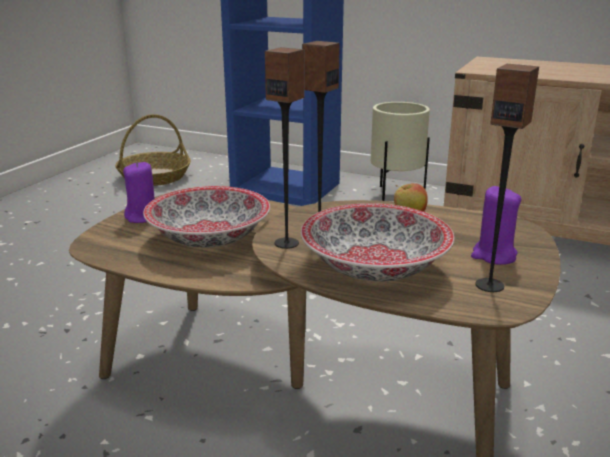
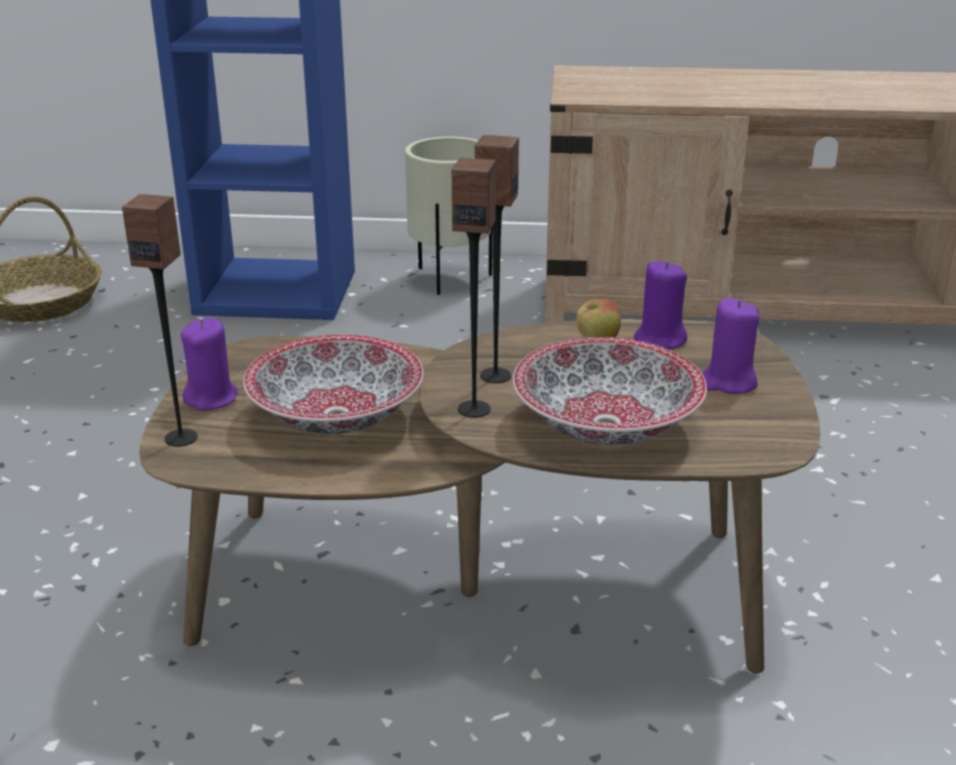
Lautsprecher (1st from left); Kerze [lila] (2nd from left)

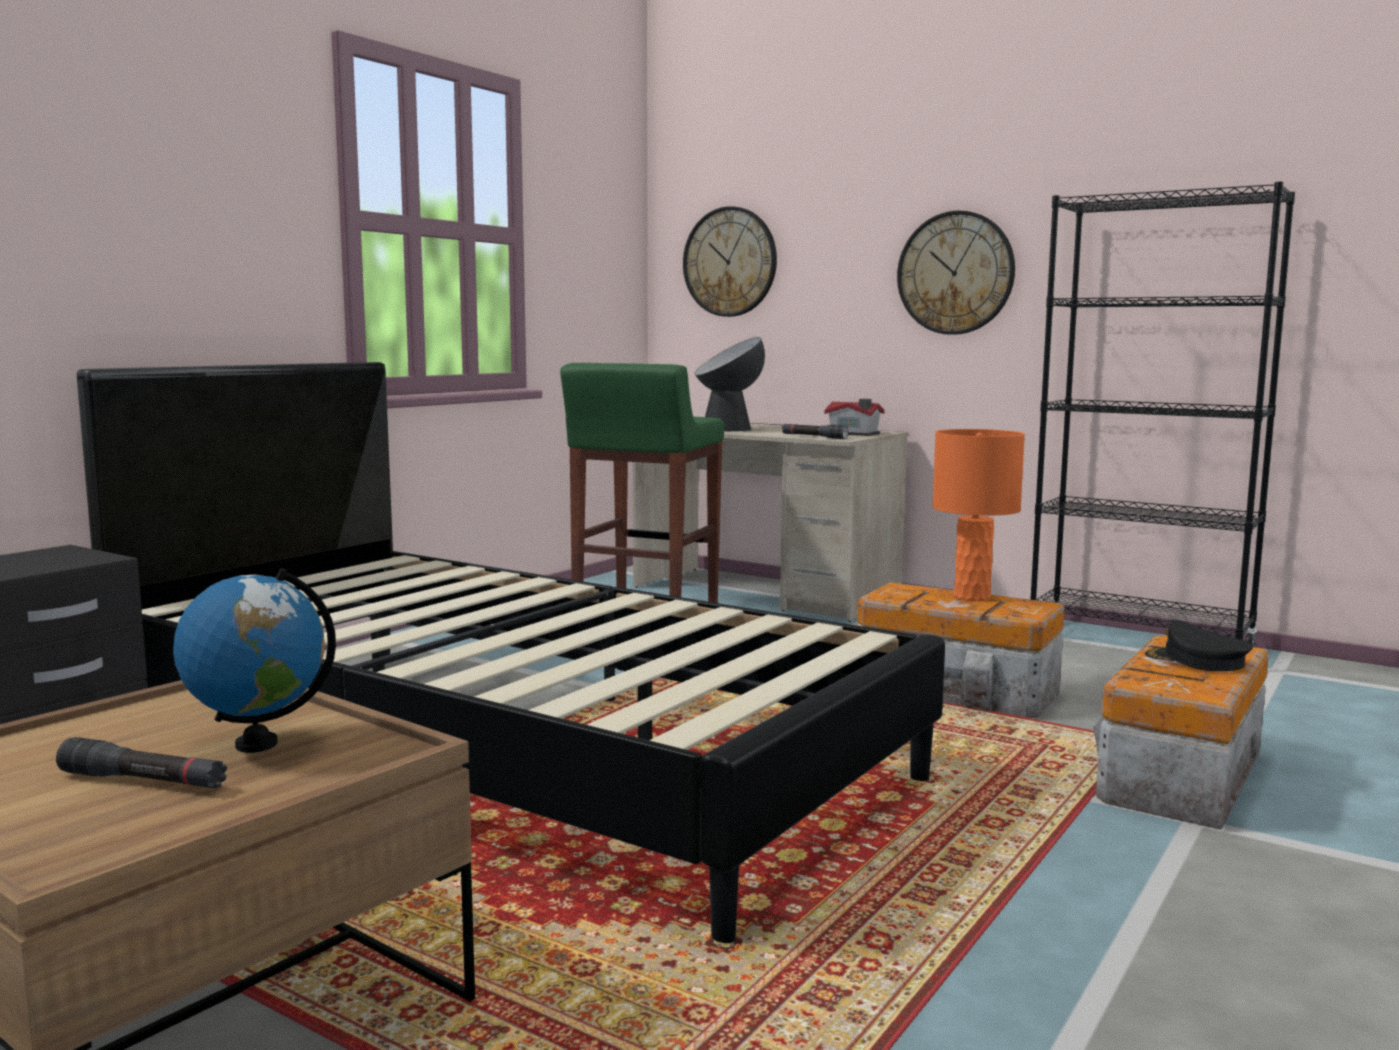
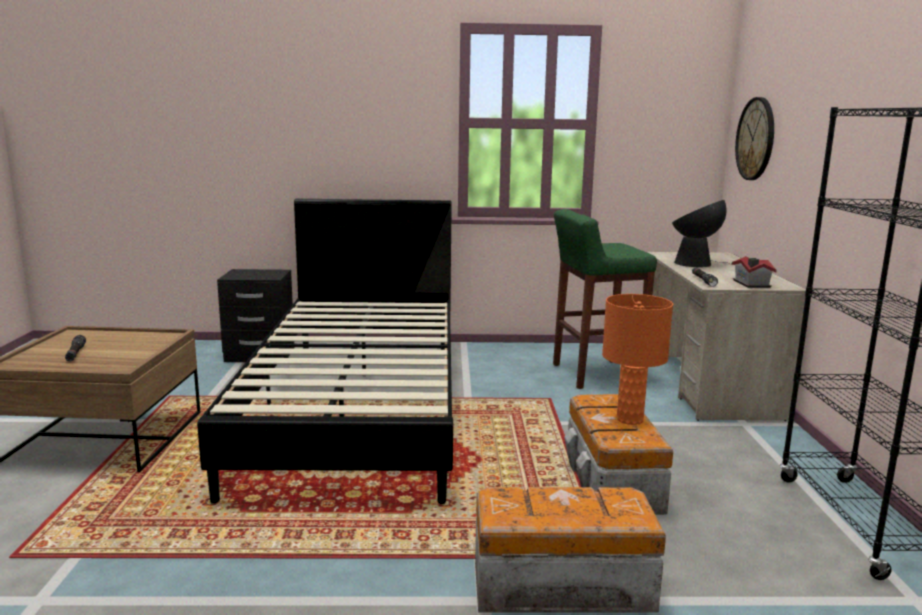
Globus; Wanduhr (2nd from left in the first image); Kappe [schwarz]

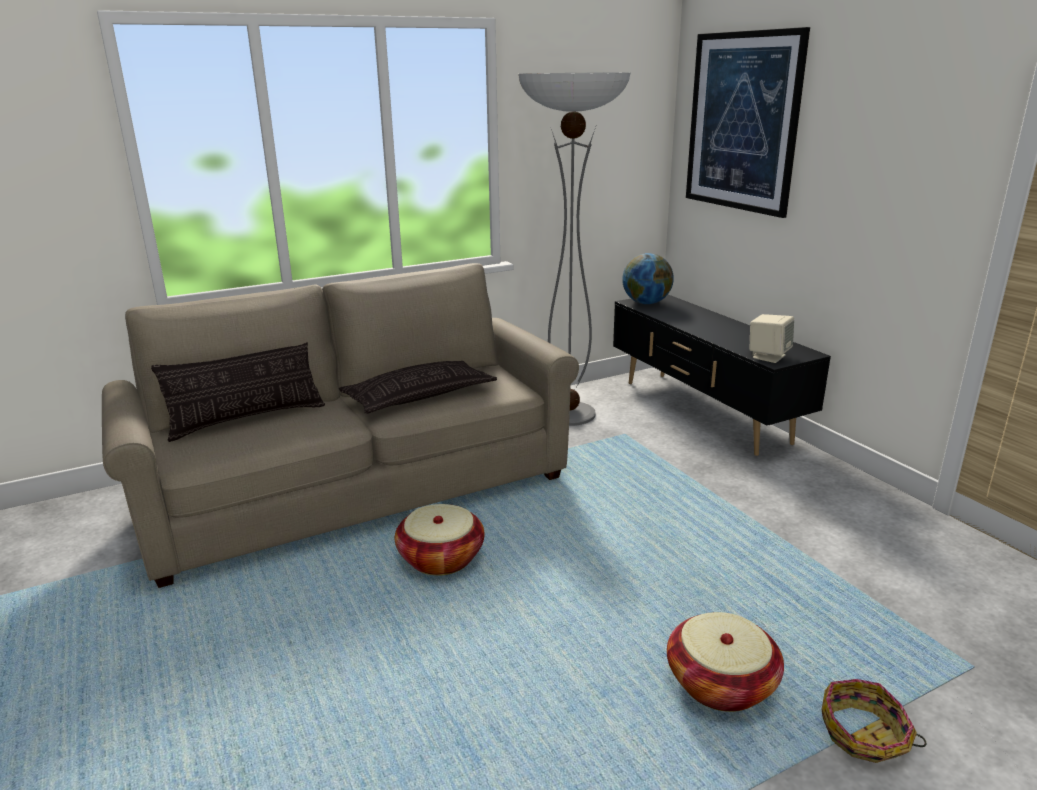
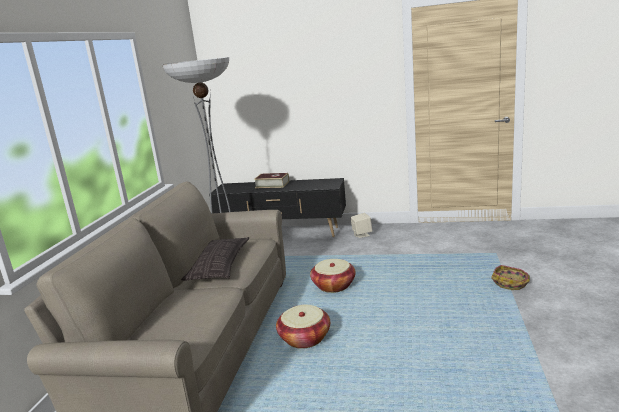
Kissen (1st from left in the first image); Globus; Korb (2nd from left); Bild; Lautsprecher [beige]; Buch

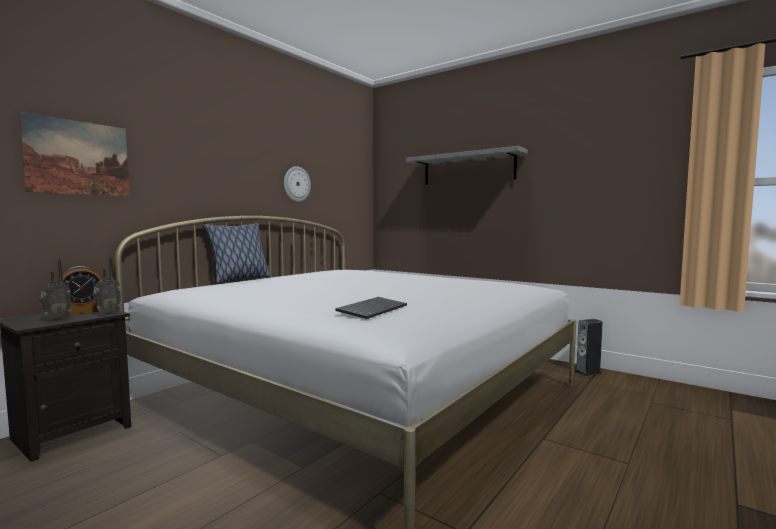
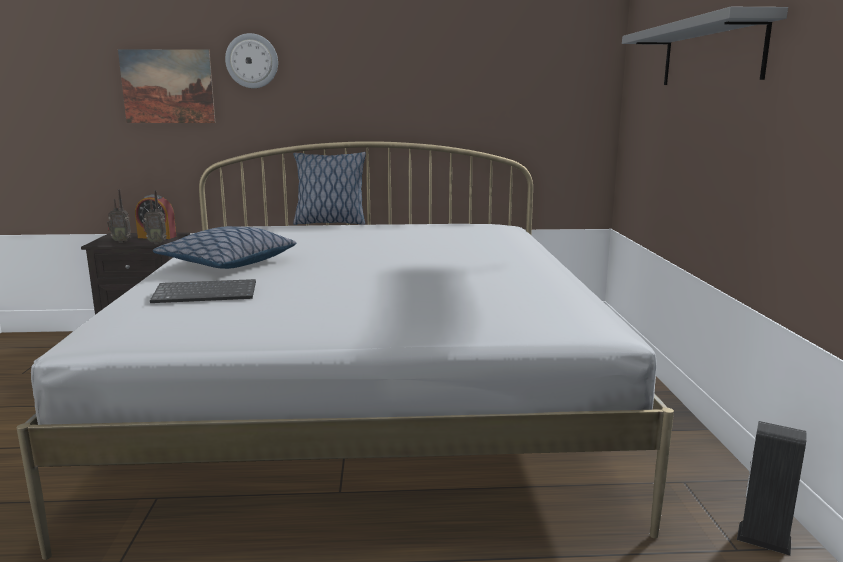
Wanduhr; Kissen (1st from left)

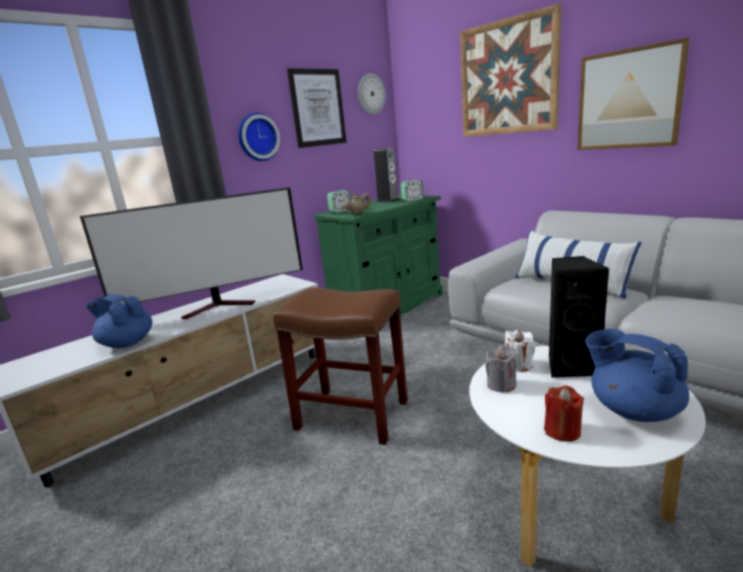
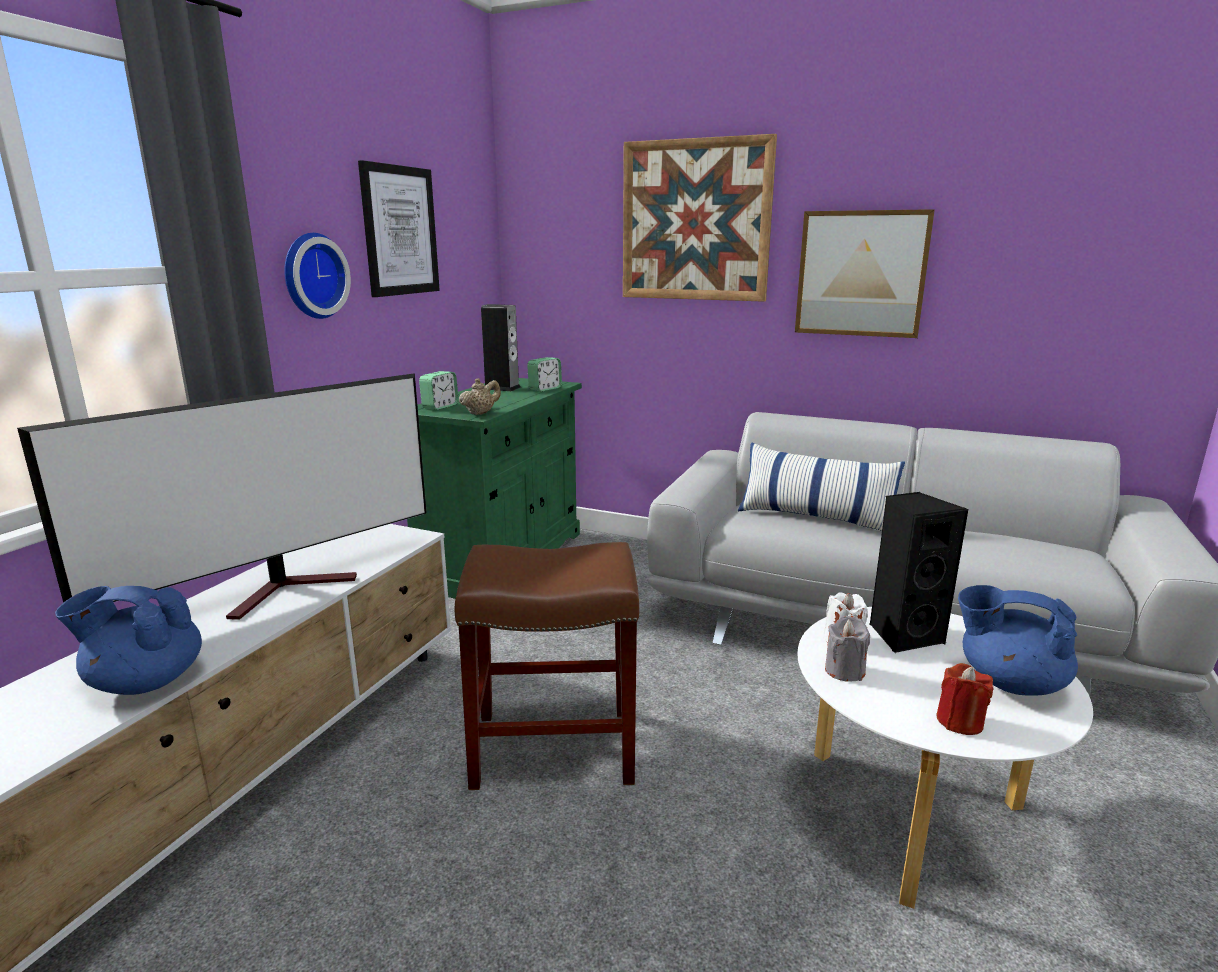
Wanduhr (2nd from left in the first image)

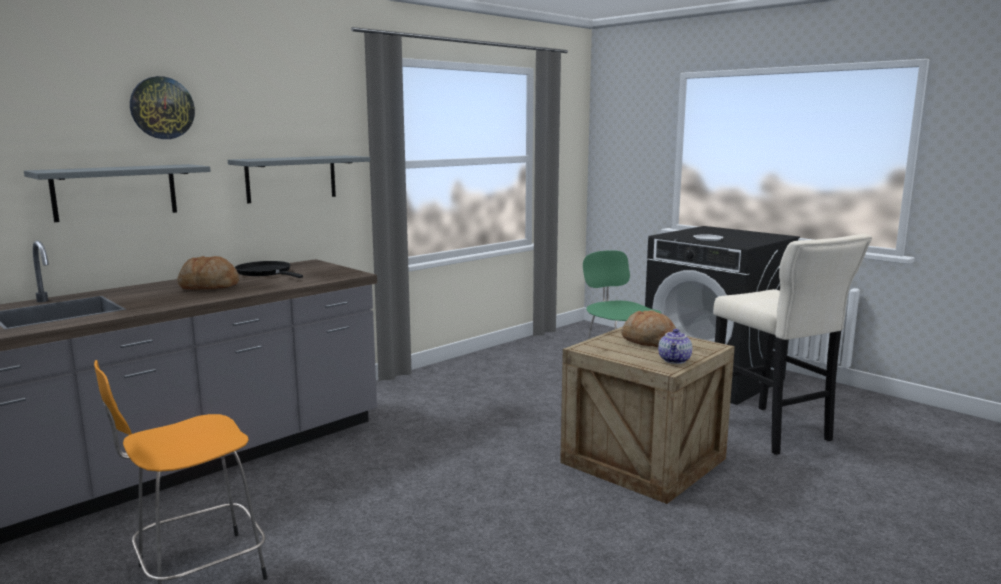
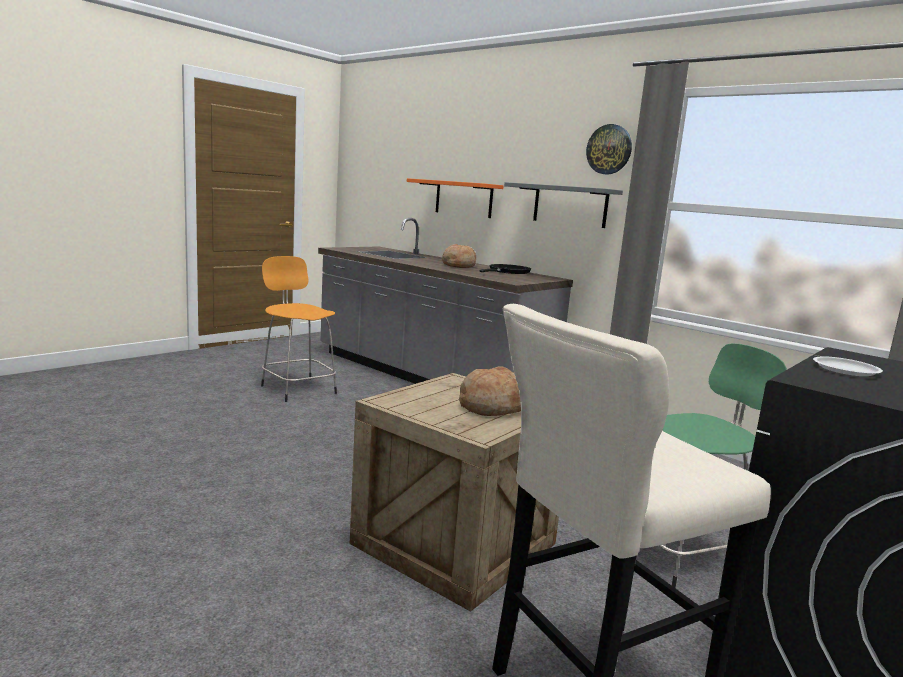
Wandregal [orange]; Wanduhr; Teekanne

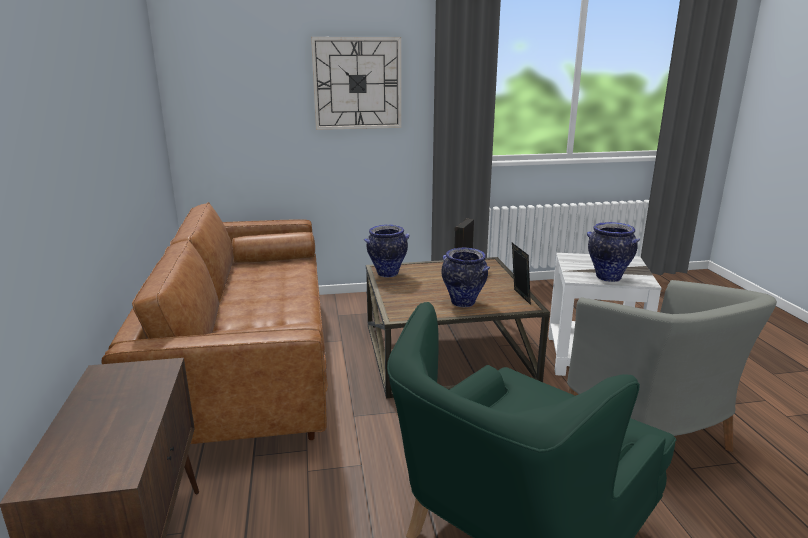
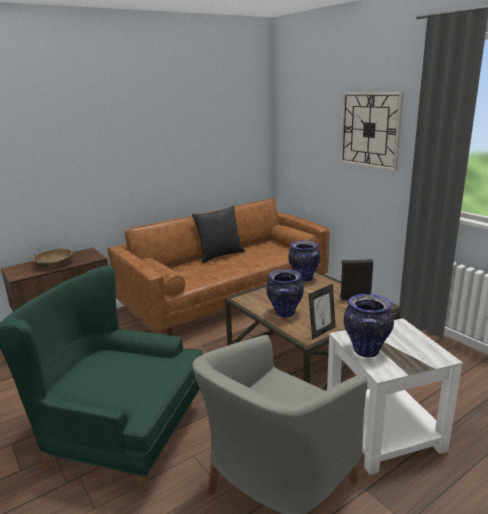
Schüssel [braun]; Kissen [schwarz]

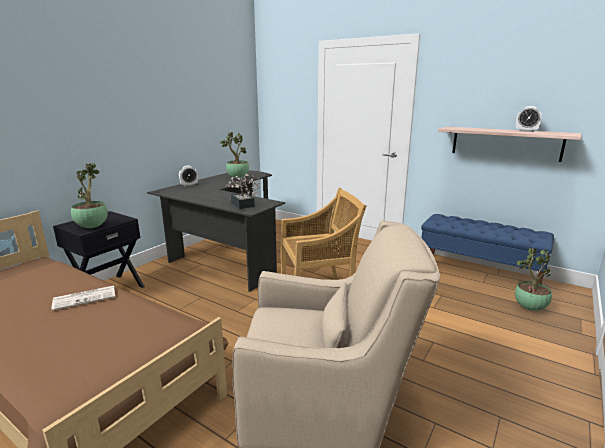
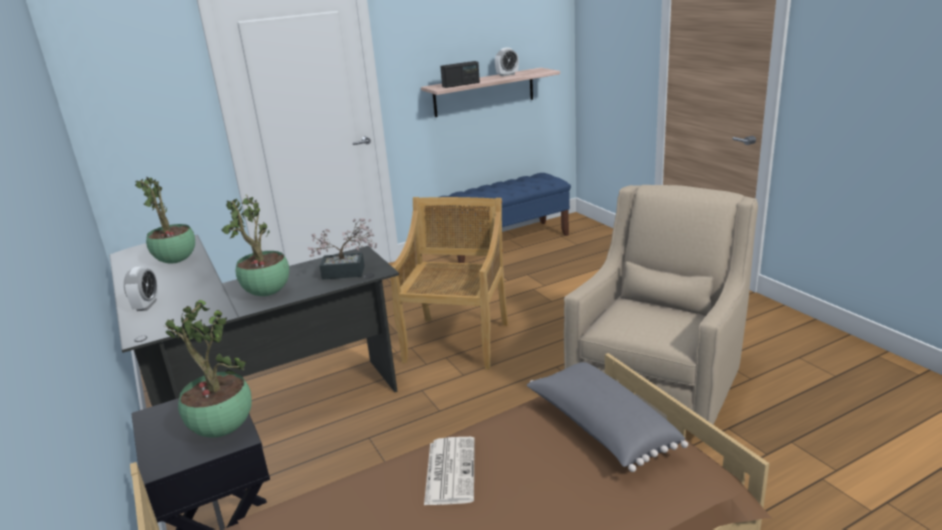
Topfpflanze (3rd from left); Radio; Kissen [grau]

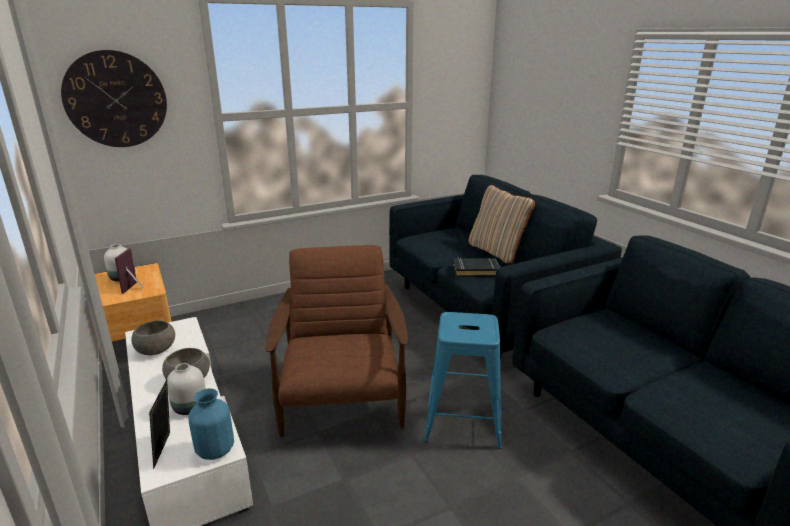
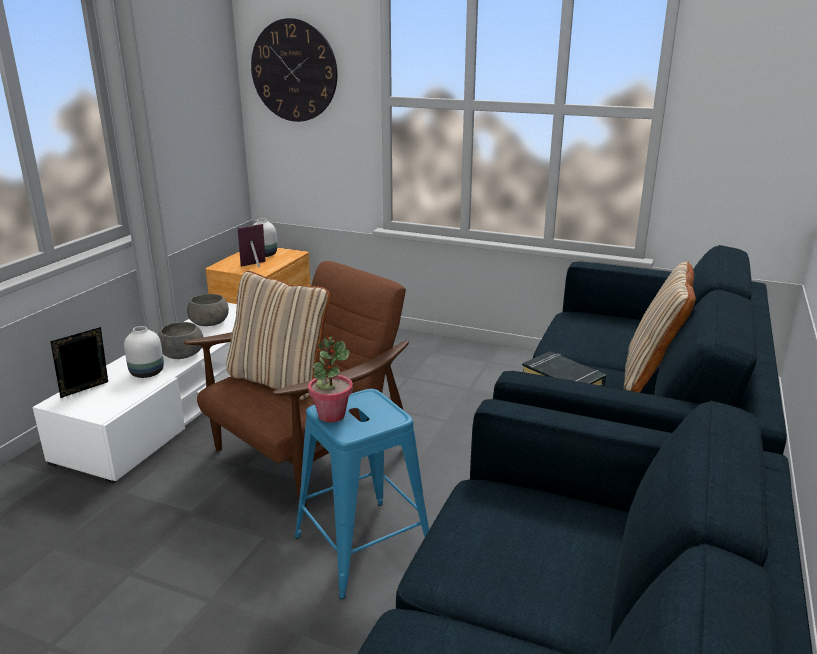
Vase [blau]; Kissen [beige] (1st from left); Topfpflanze

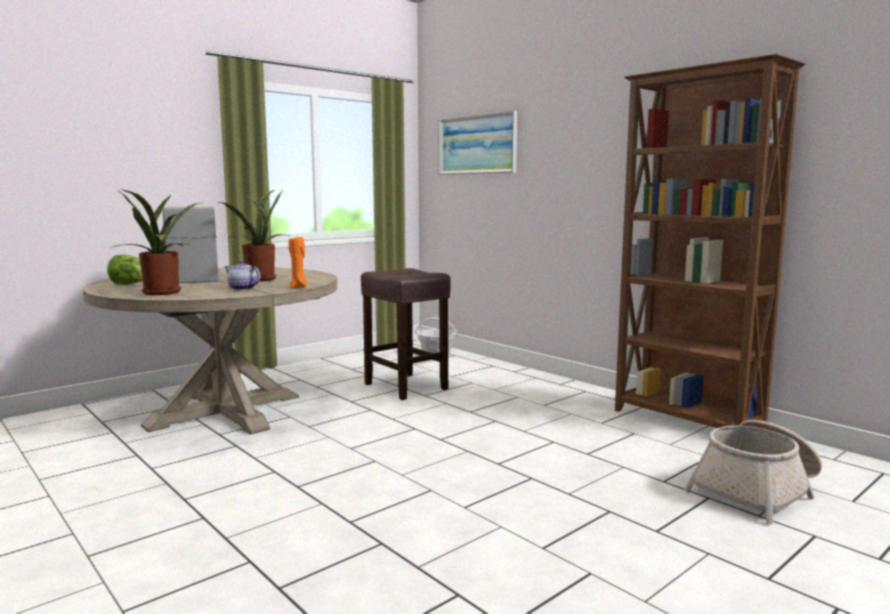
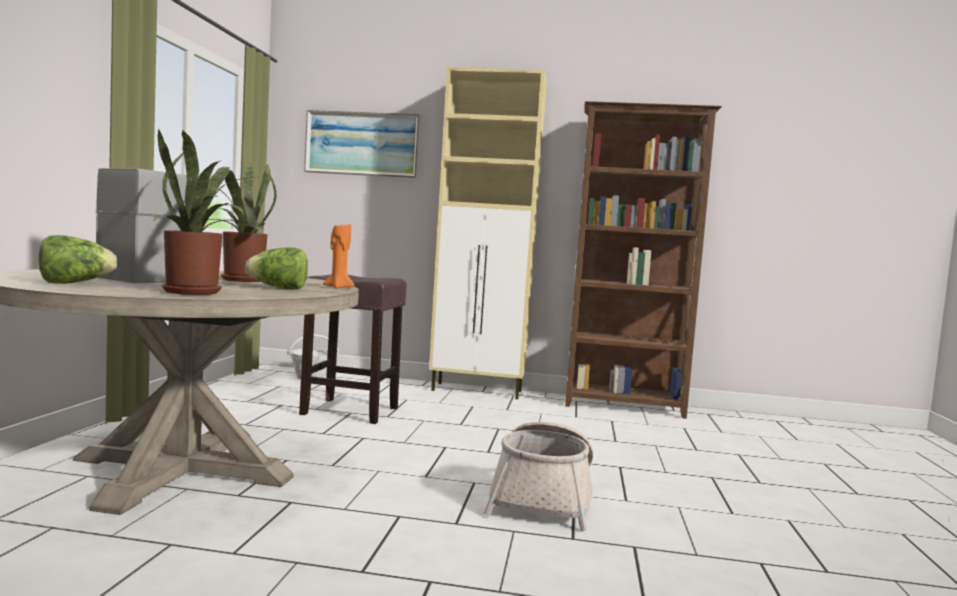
Salatkopf (2nd from left); Korb (2nd from left); Schrank [beige]

